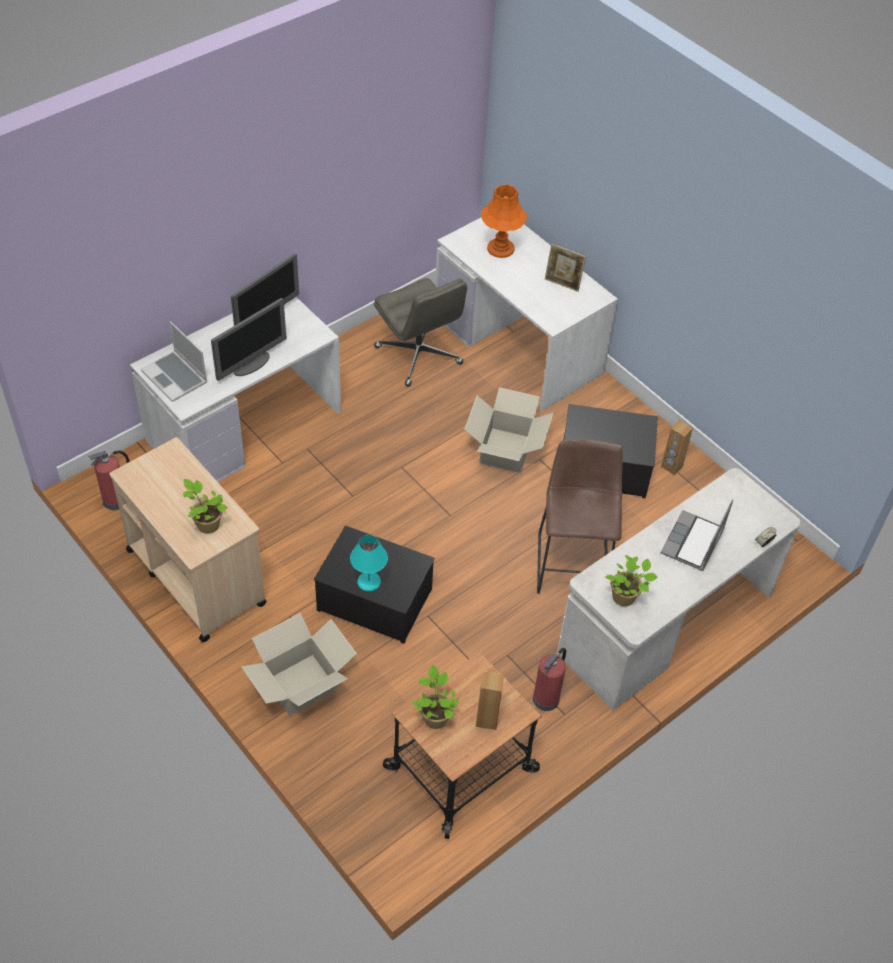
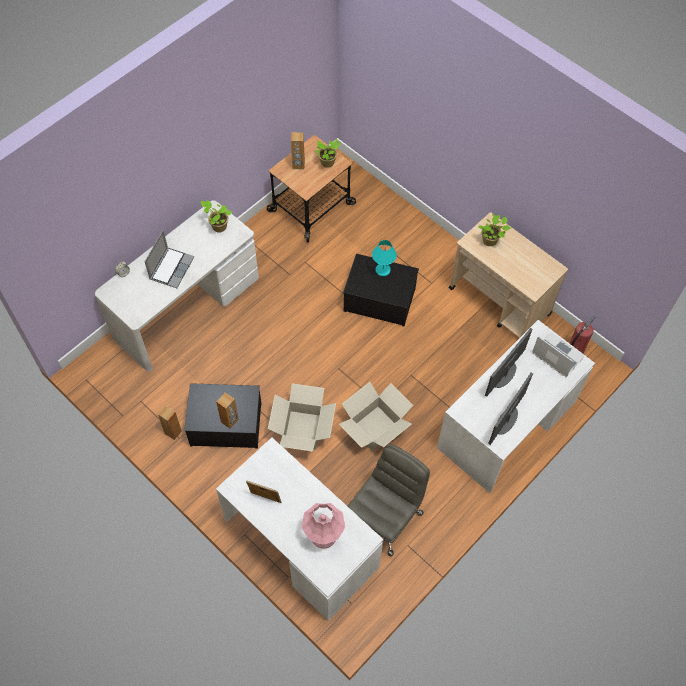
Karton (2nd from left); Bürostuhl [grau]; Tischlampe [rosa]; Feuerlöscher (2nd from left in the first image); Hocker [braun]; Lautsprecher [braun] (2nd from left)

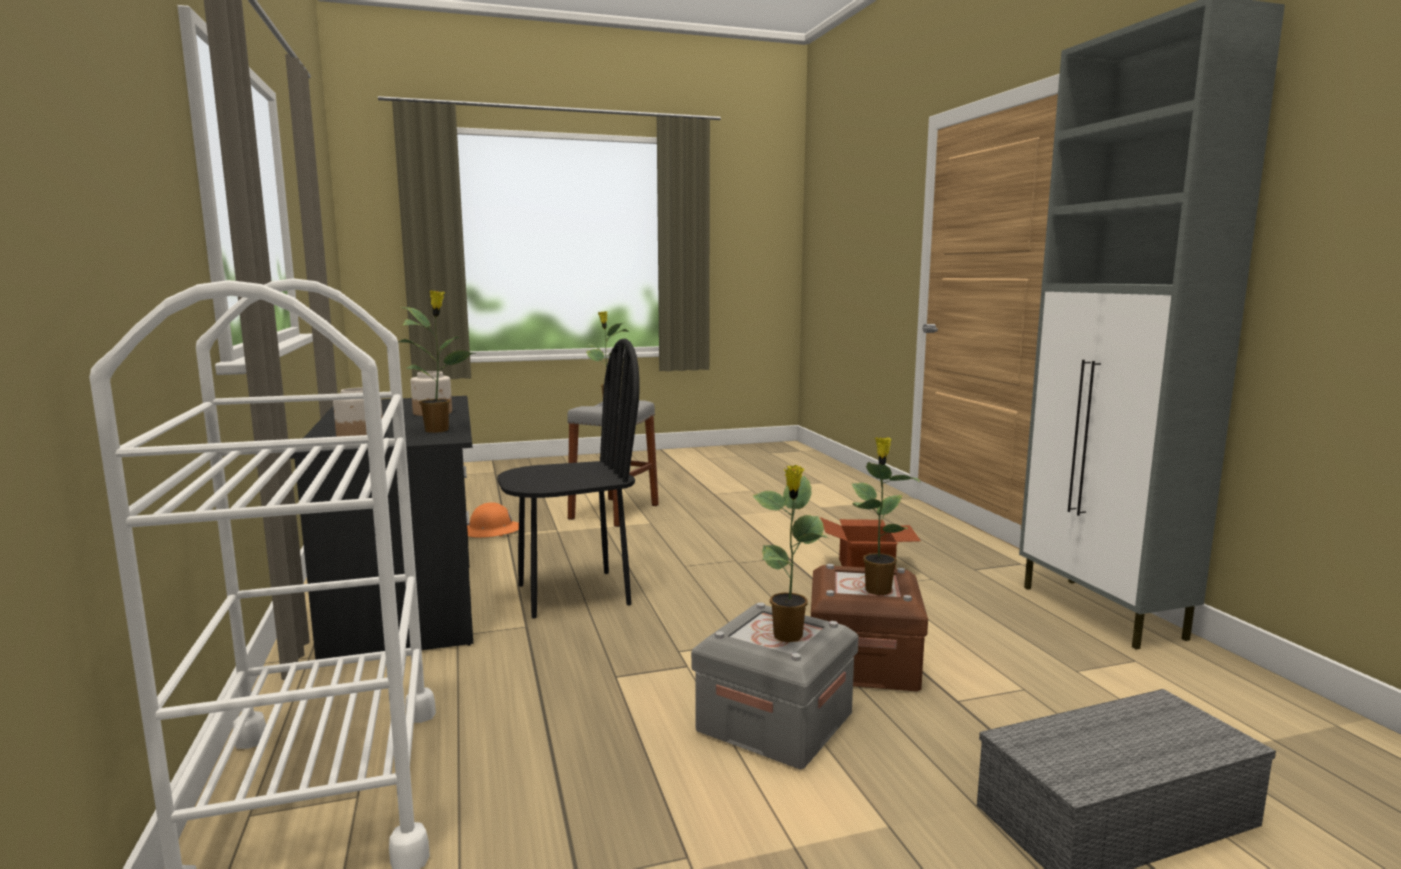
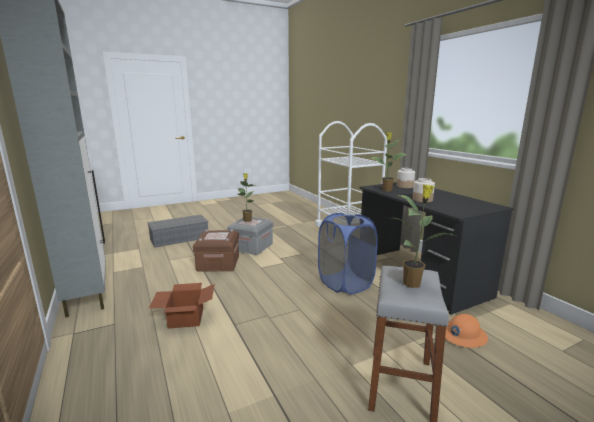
Wäschekorb [blau]; Topfpflanze (4th from left in the first image)

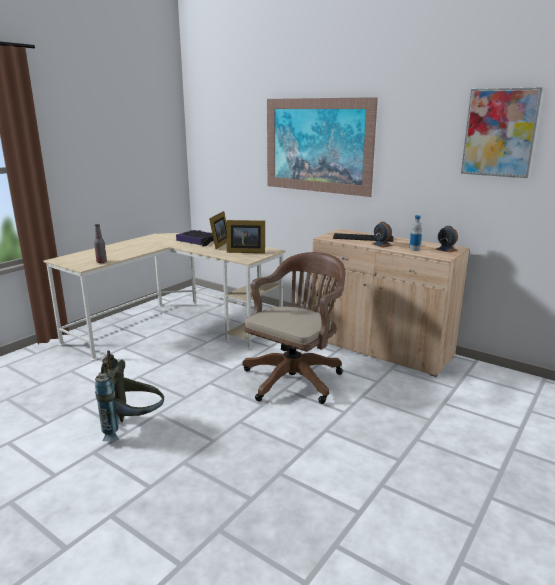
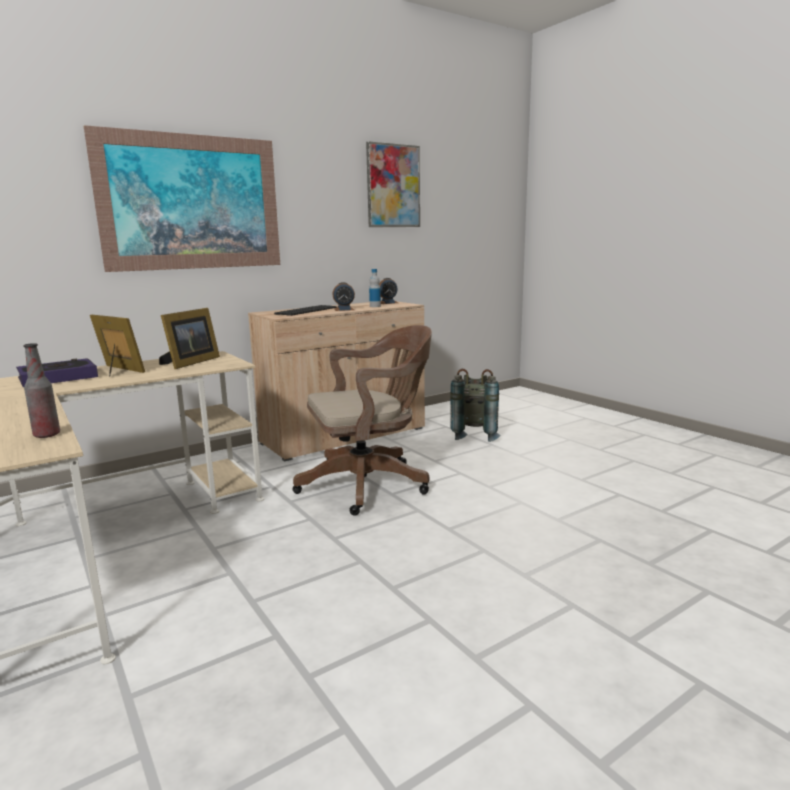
Rucksack [grau]; Bürostuhl [braun]

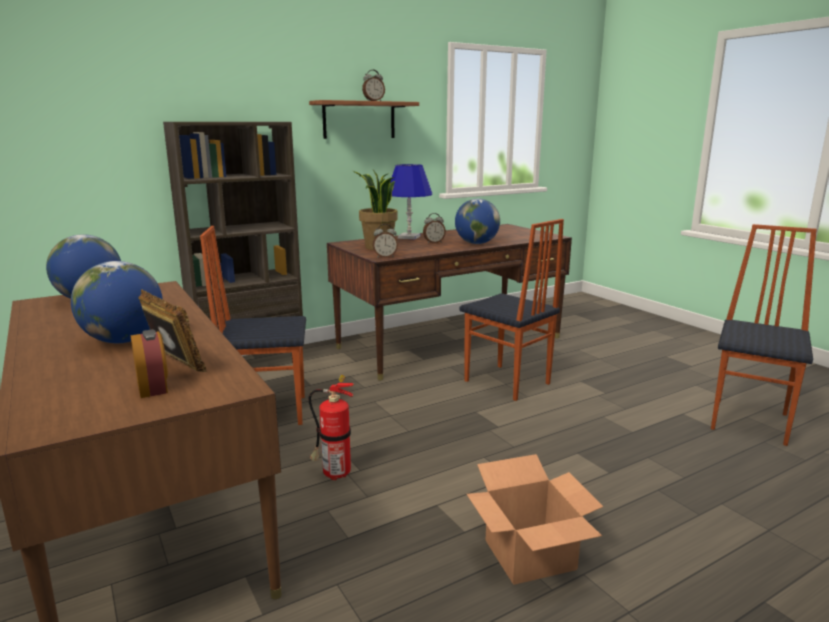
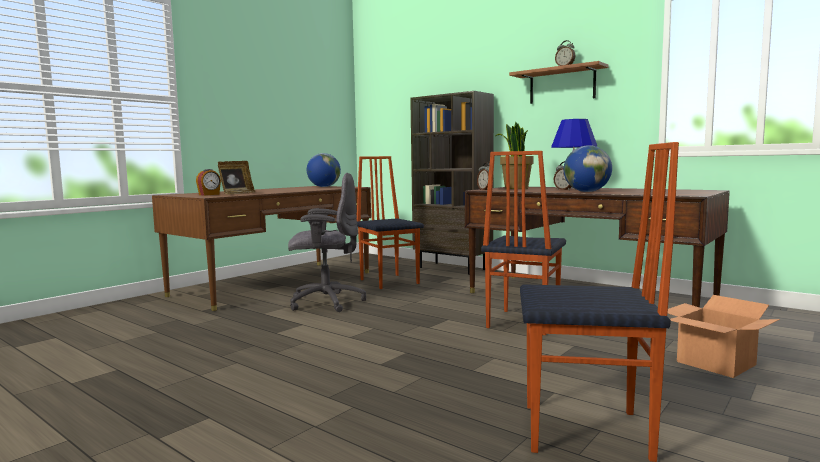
Globus (2nd from left in the first image); Bürostuhl [grau]; Karton

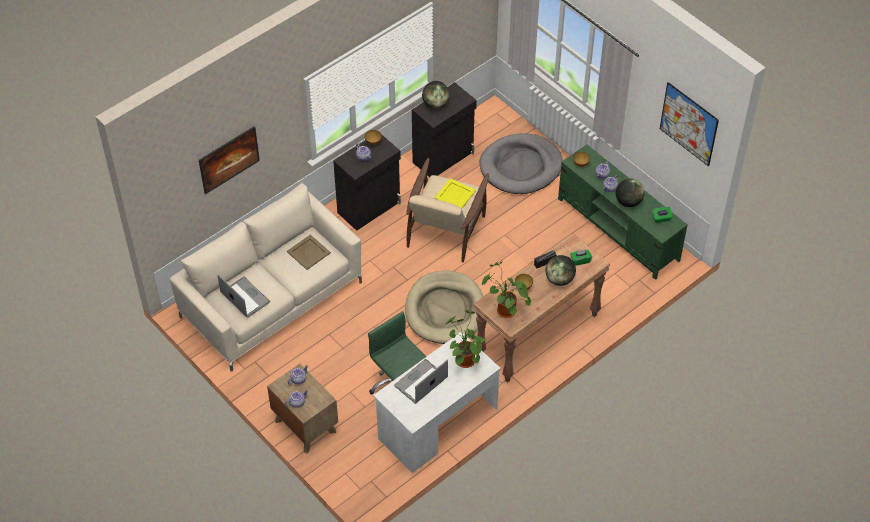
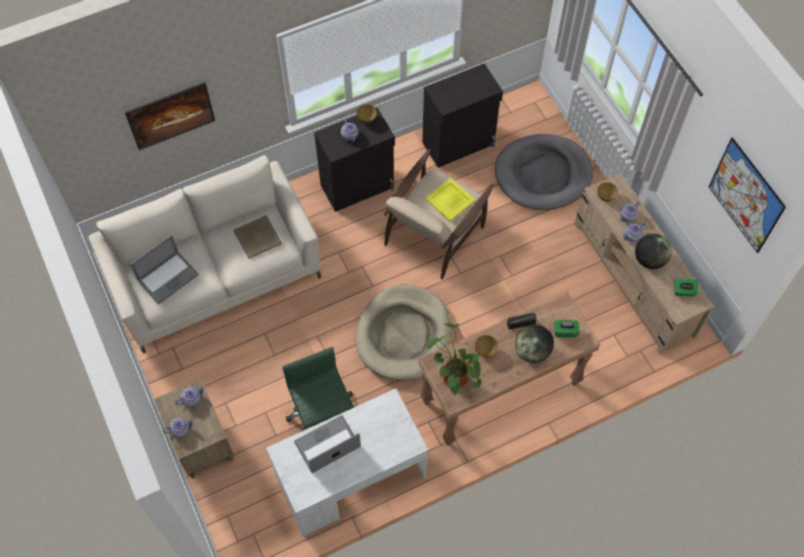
Laptop (1st from left); Globus (1st from left in the first image); Topfpflanze (1st from left in the first image); Fernsehschrank [beige]

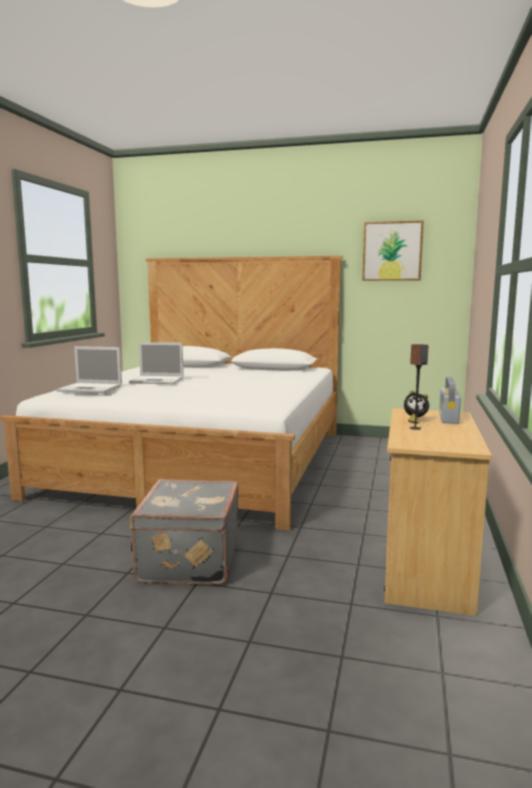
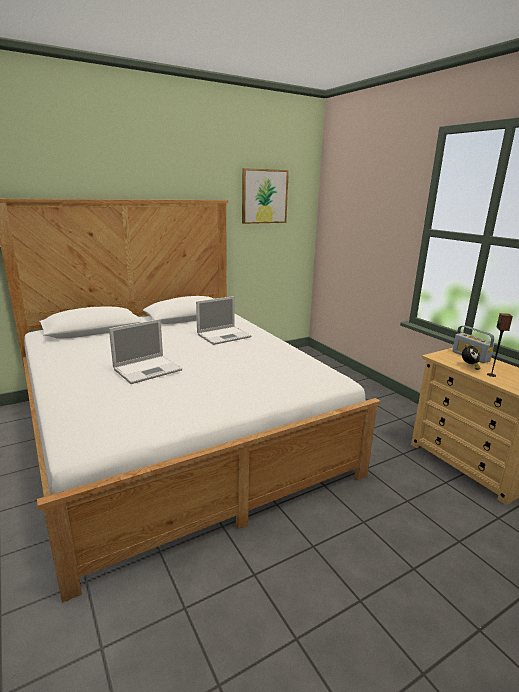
Laptop (2nd from left); Koffer [grau]

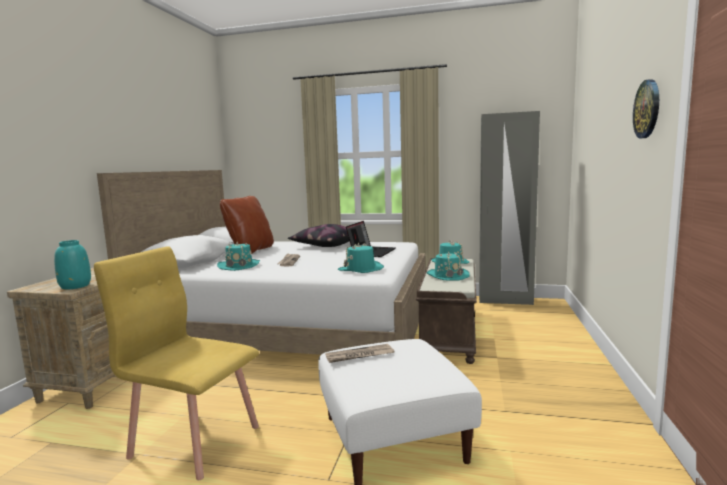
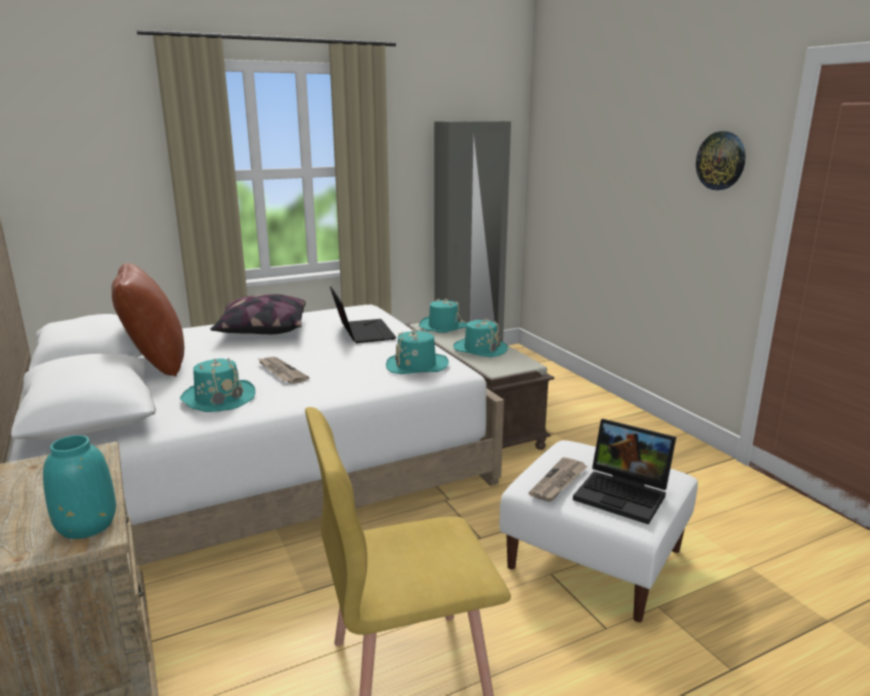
Laptop (2nd from left)

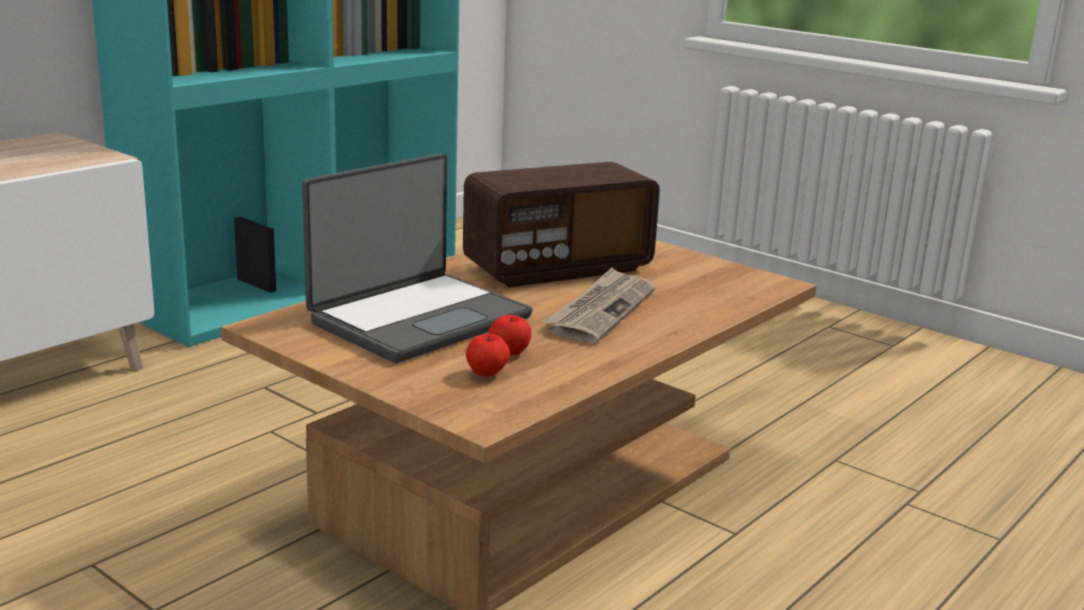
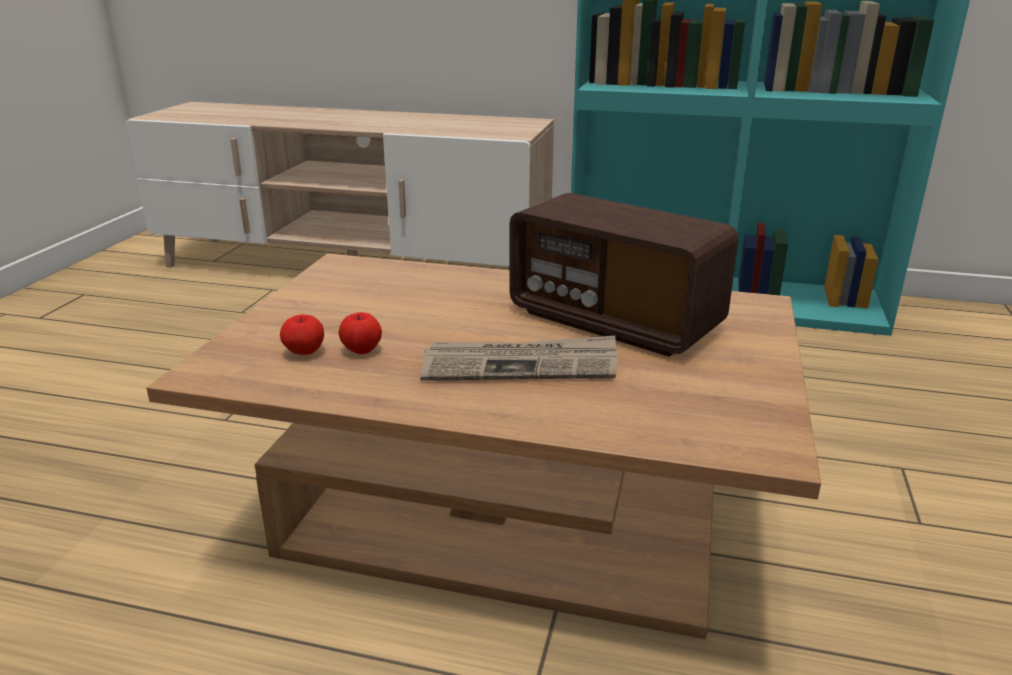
Laptop

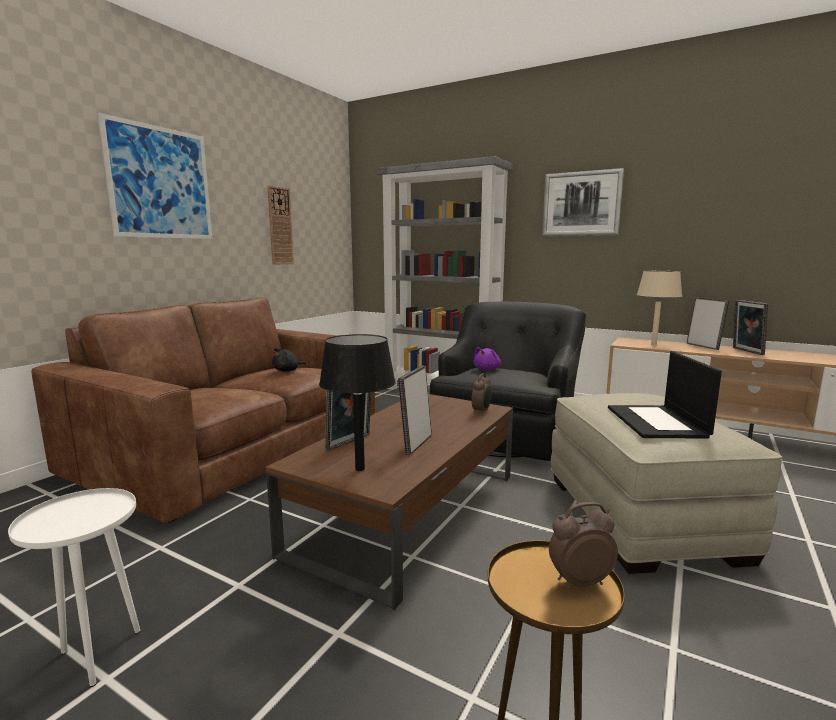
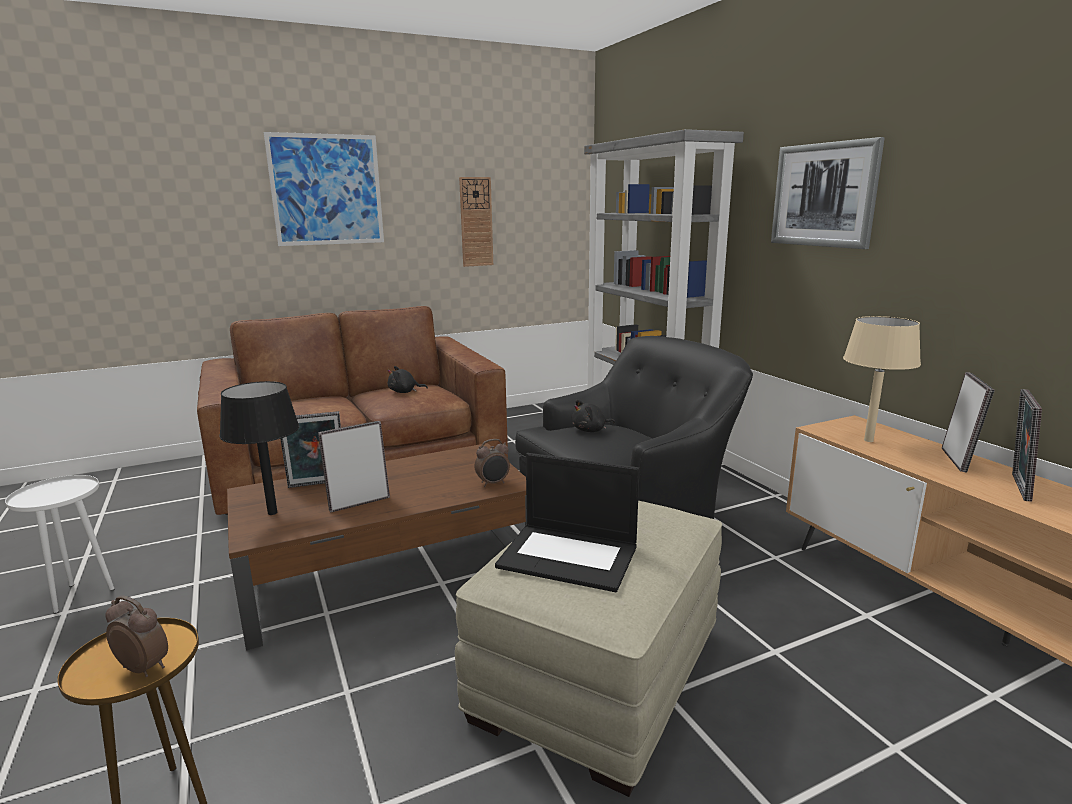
Plüschtier [schwarz] (2nd from left); Laptop

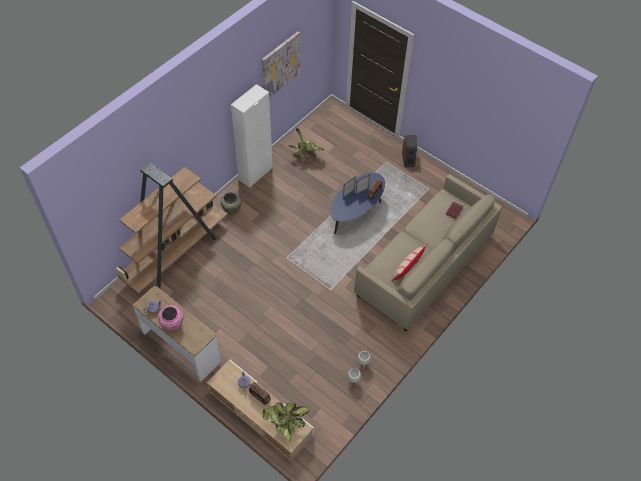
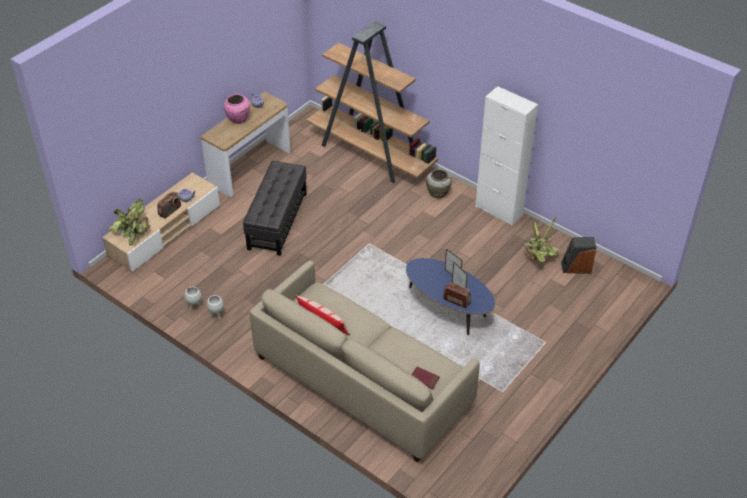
Bild; Lautsprecher; Polsterhocker [schwarz]

